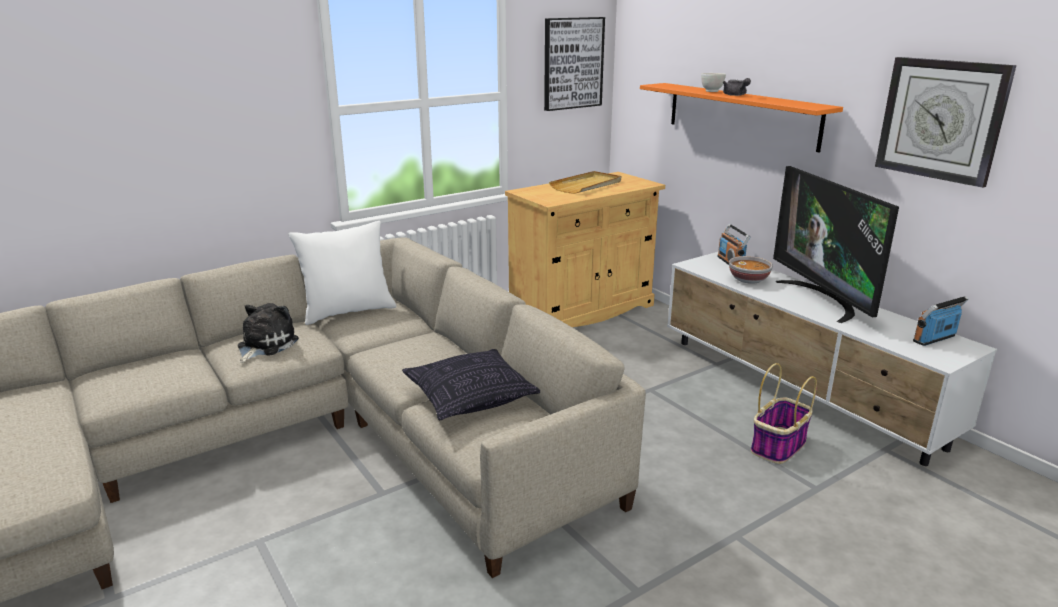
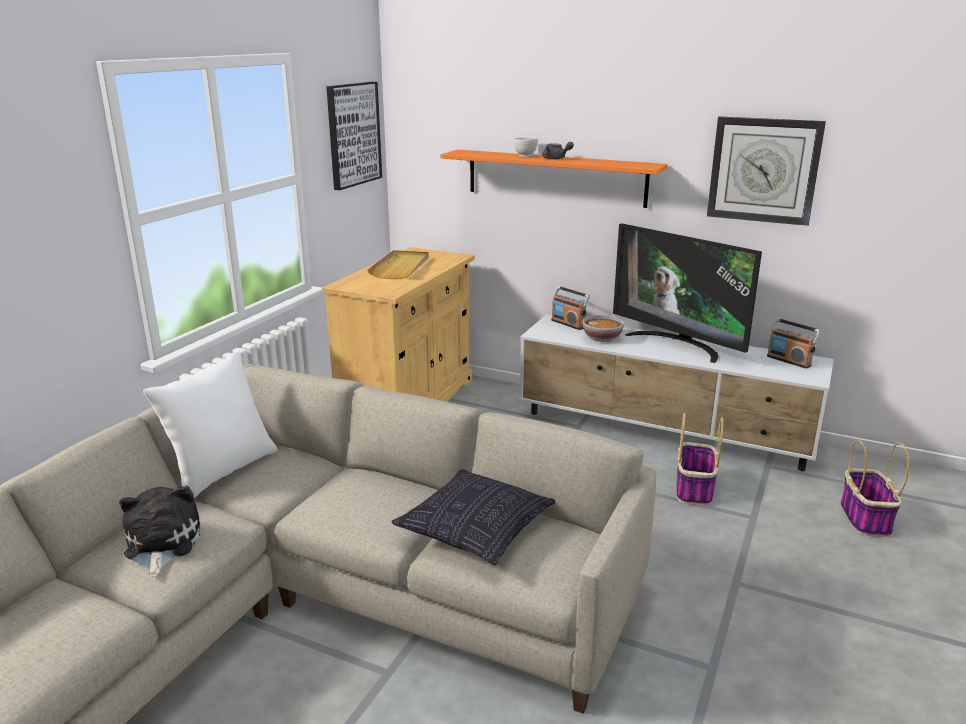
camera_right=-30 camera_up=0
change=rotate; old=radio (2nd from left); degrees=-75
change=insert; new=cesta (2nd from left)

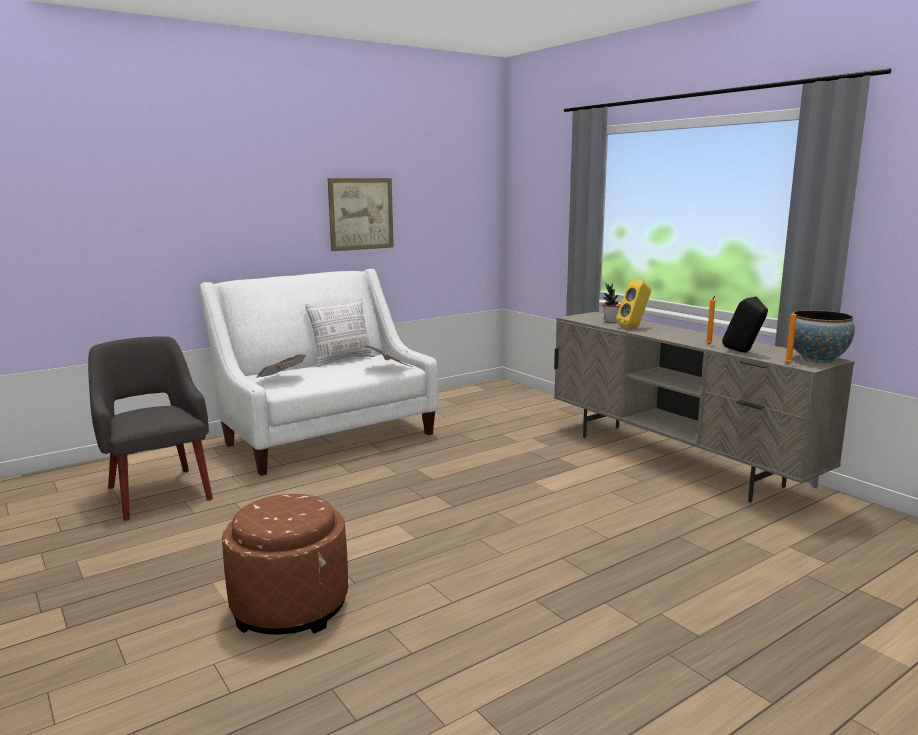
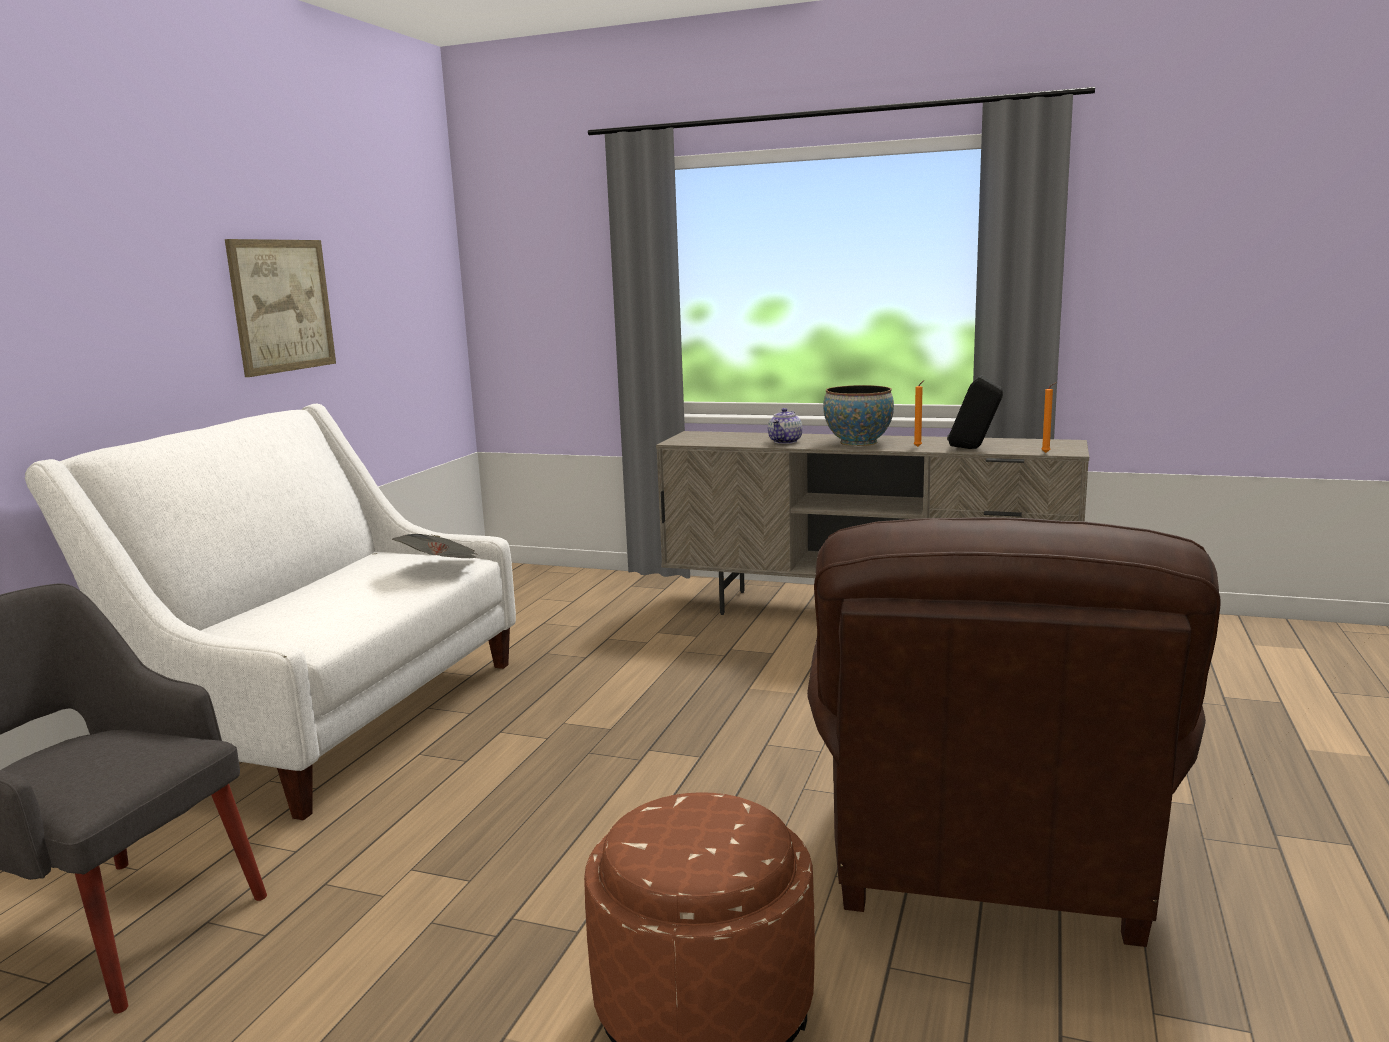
camera_right=-35 camera_up=0
change=replace; old=altavoz [amarillo]; new=tetera
change=insert; new=sillón [marrón]
change=move; old=cuenco
change=delete; old=periódico (1st from left)
change=delete; old=cojín
change=delete; old=planta en maceta

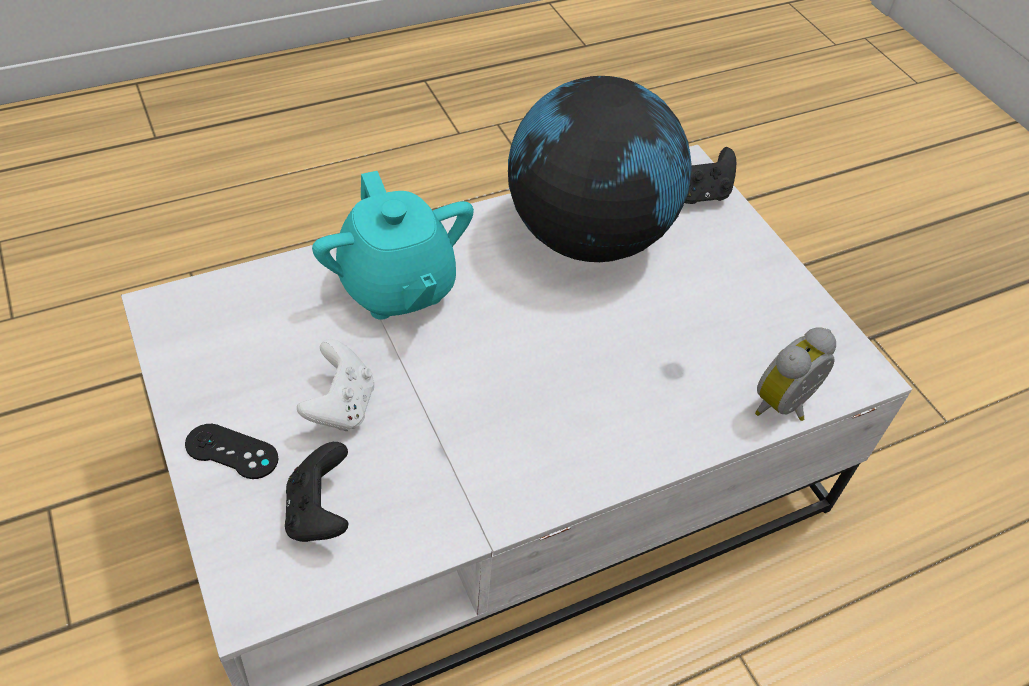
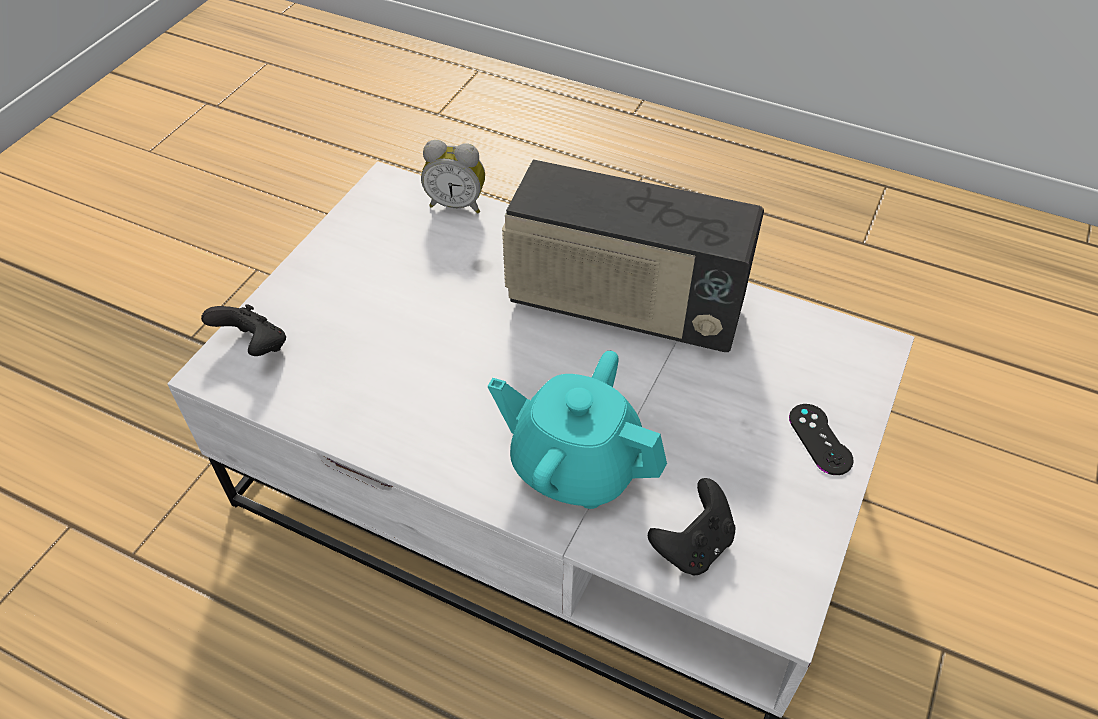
camera_right=-125 camera_up=0
change=rotate; old=tetera [turquesa]; degrees=-90
change=insert; new=radio
change=move; old=mando de consola [negro] (2nd from left)
change=delete; old=mando de consola [blanco]
change=delete; old=globo terráqueo

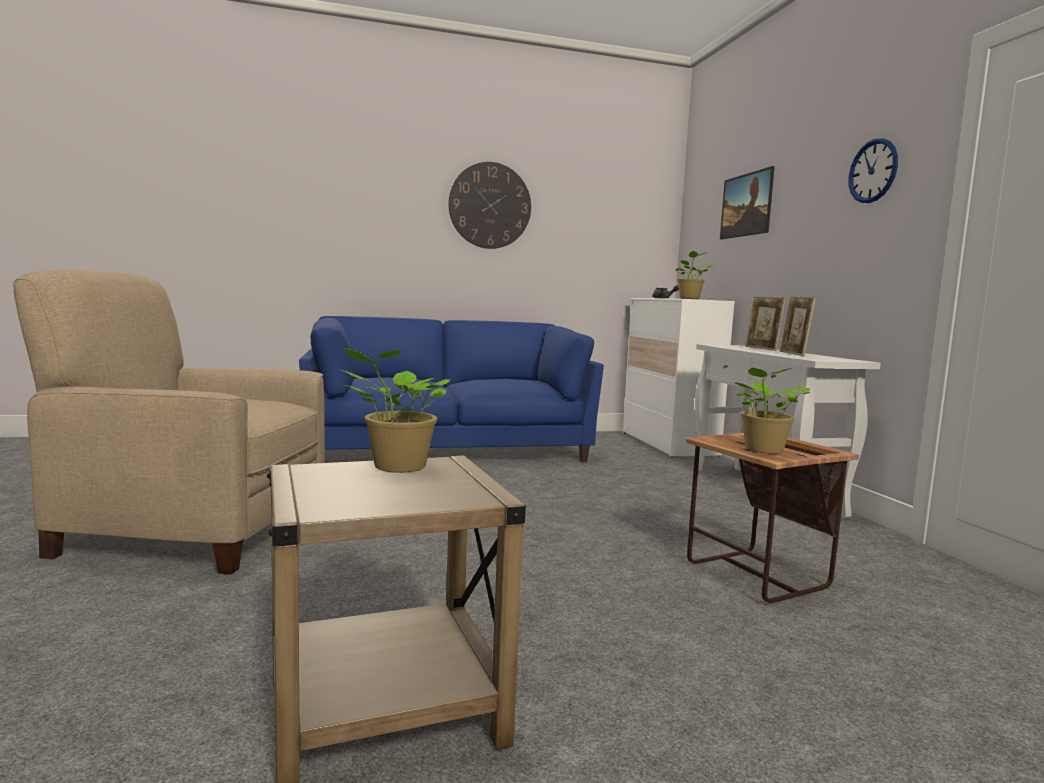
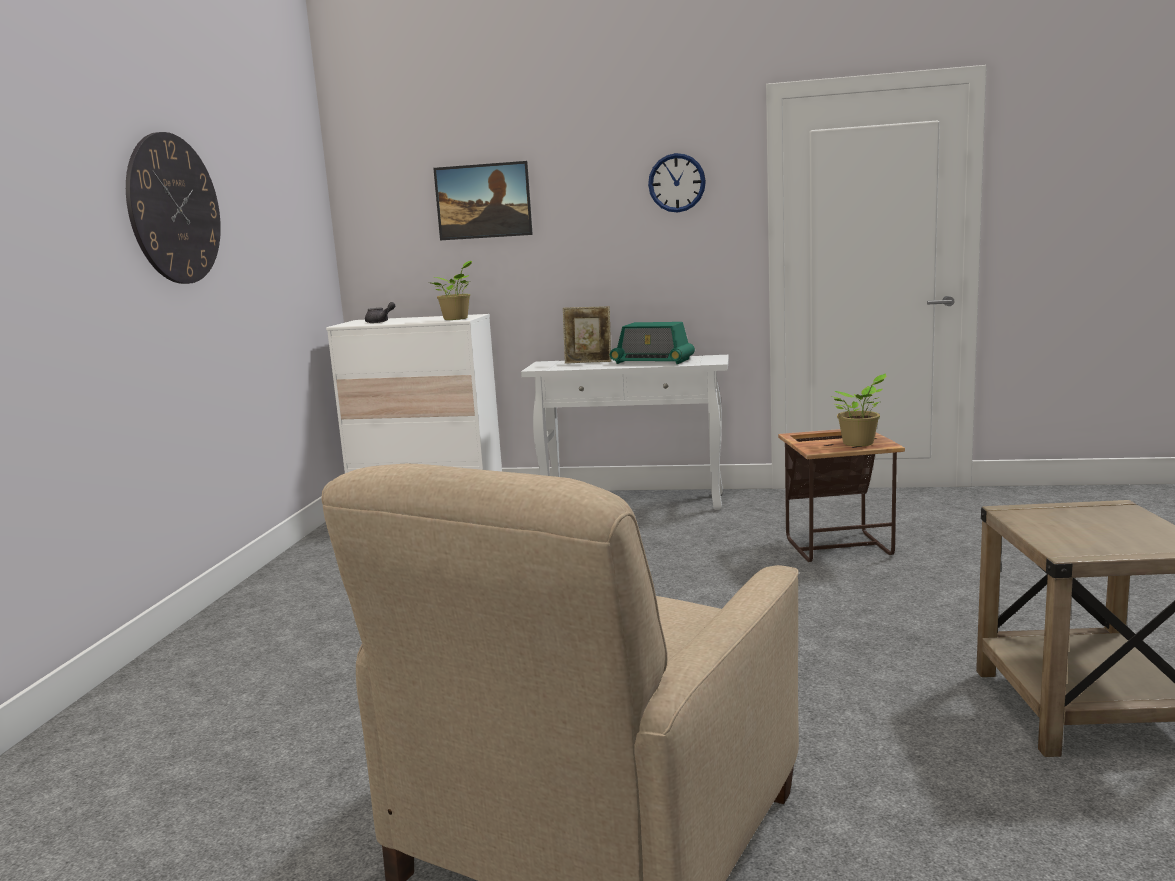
camera_right=-65 camera_up=5
change=replace; old=portarretratos (2nd from left); new=radio
change=delete; old=sofá [azul]
change=delete; old=planta en maceta (1st from left)

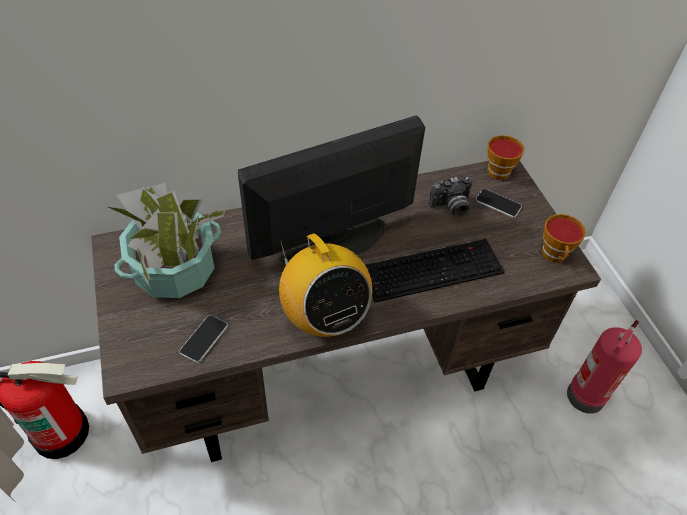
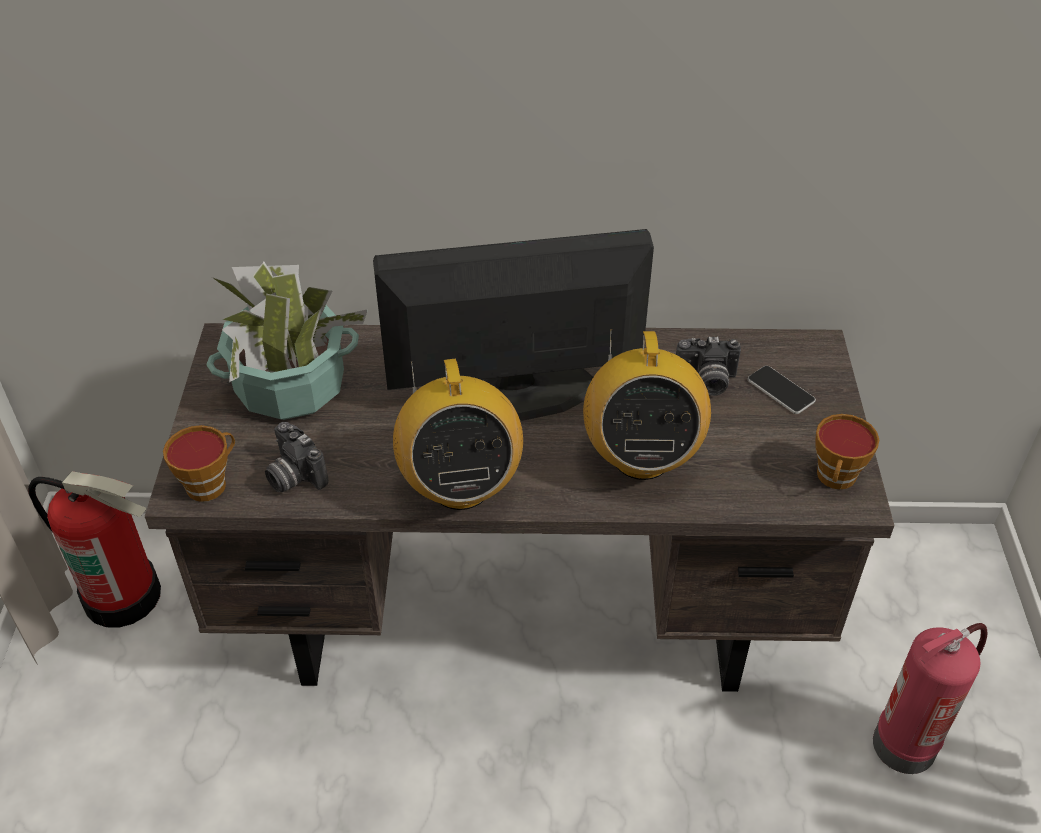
camera_right=20 camera_up=-5
change=move; old=taza (1st from left)
change=replace; old=móvil (1st from left); new=cámara (1st from left)
change=replace; old=teclado; new=radio (2nd from left)

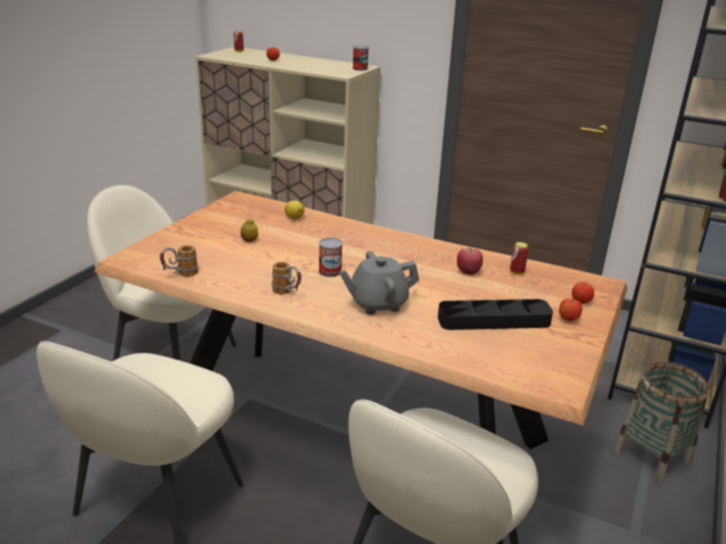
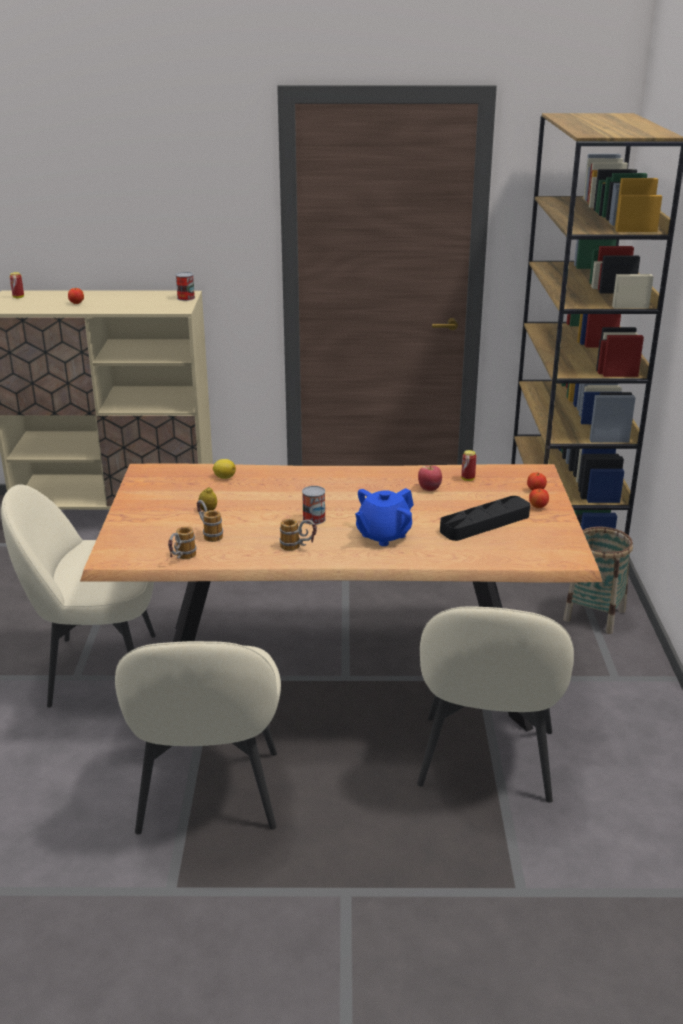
camera_right=-25 camera_up=0
change=insert; new=taza grande (2nd from left)
change=recolor; old=tetera [gris]; new=tetera [azul]

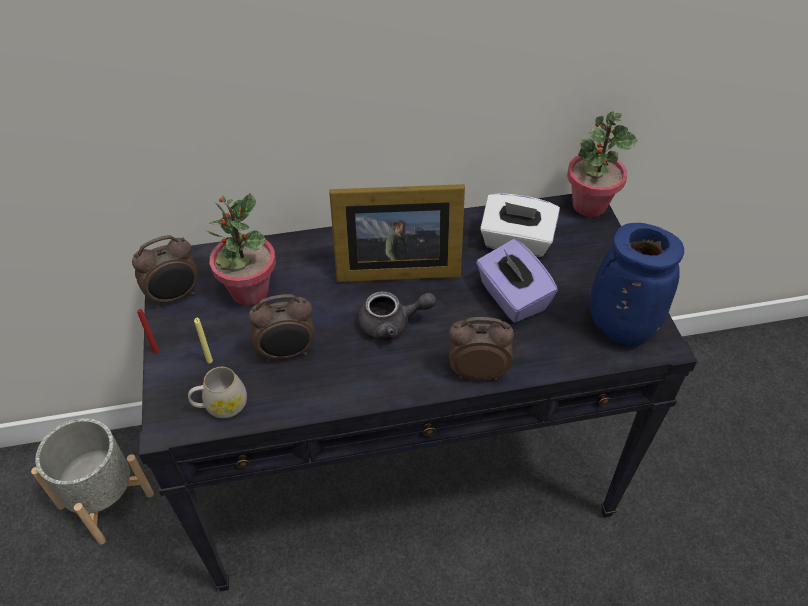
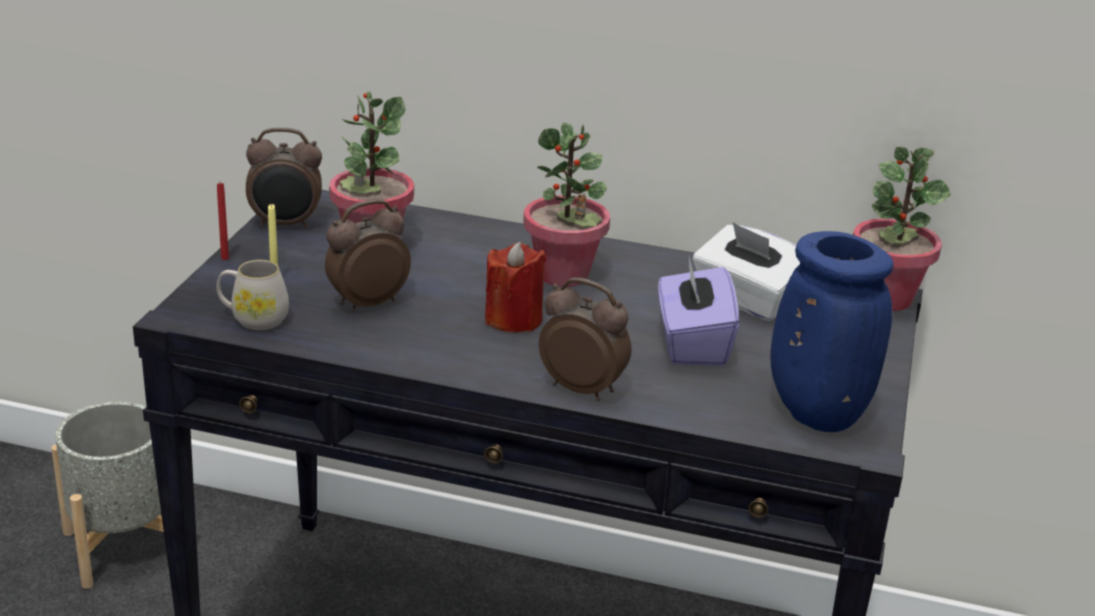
camera_right=25 camera_up=-20
change=rotate; old=despertador (2nd from left); degrees=135
change=replace; old=tetera [gris]; new=vela [rojo] (2nd from left)
change=replace; old=portarretratos; new=planta en maceta (2nd from left)

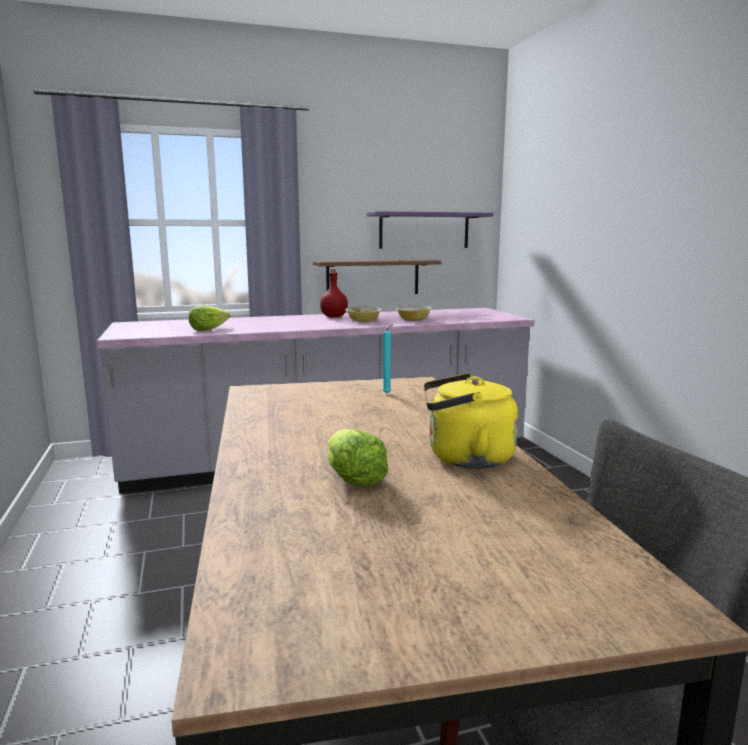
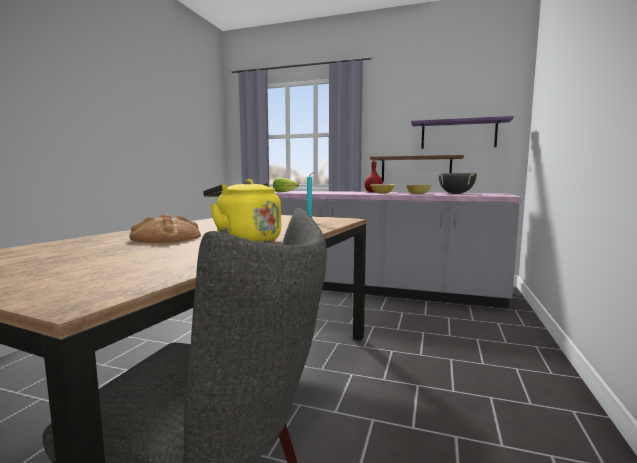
camera_right=35 camera_up=-5
change=replace; old=lechuga (2nd from left); new=pan
change=insert; new=olla [negro]

